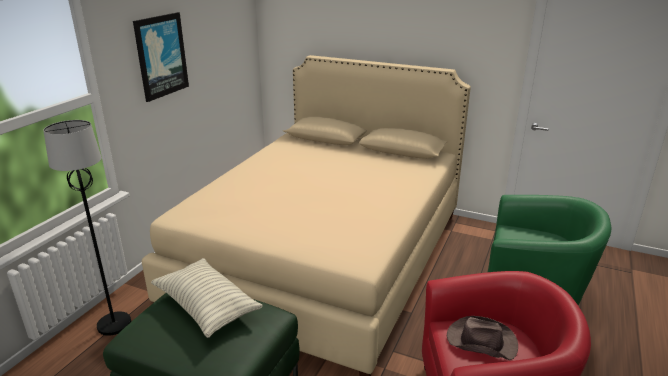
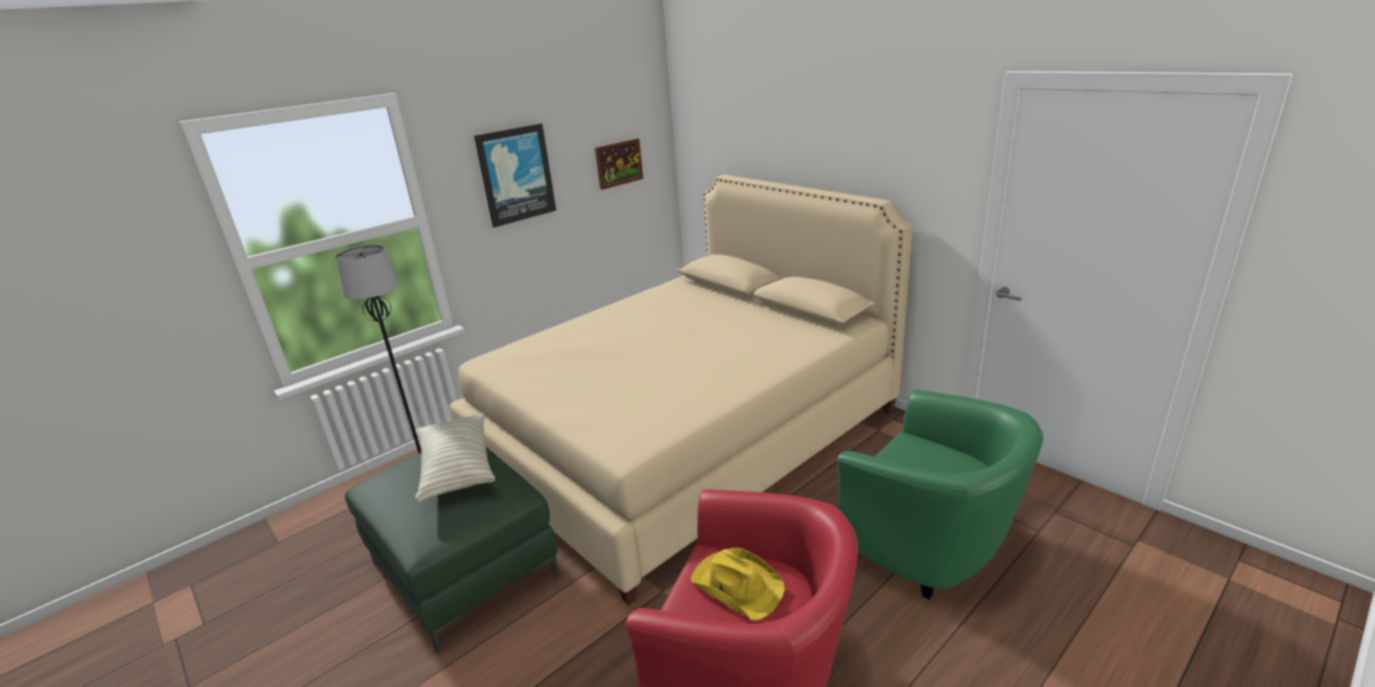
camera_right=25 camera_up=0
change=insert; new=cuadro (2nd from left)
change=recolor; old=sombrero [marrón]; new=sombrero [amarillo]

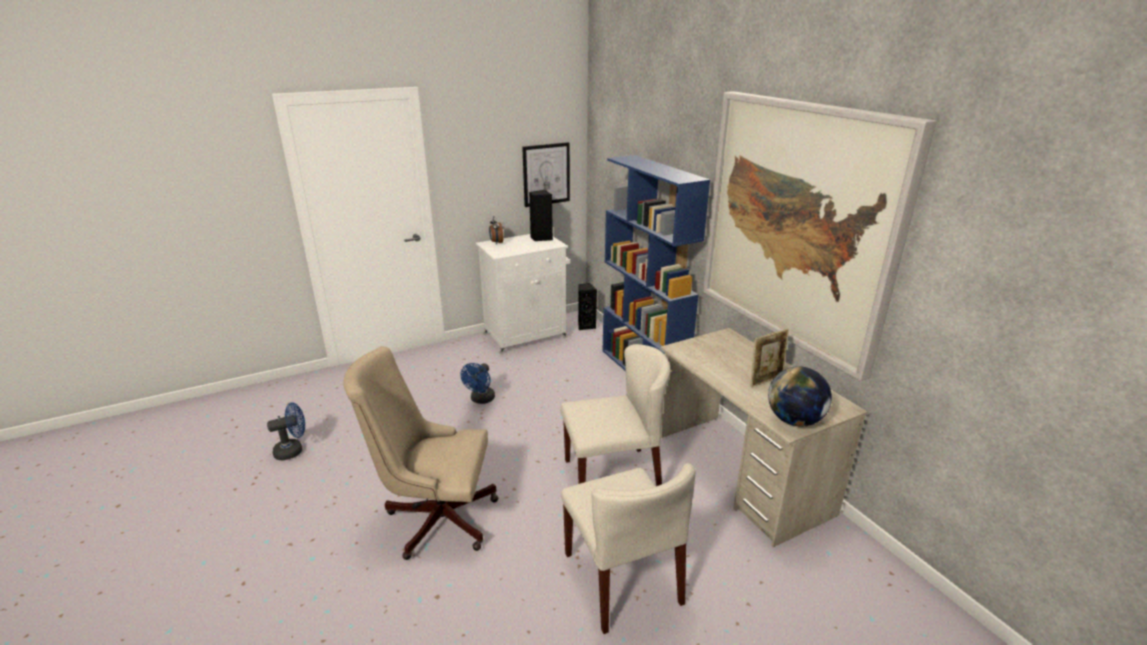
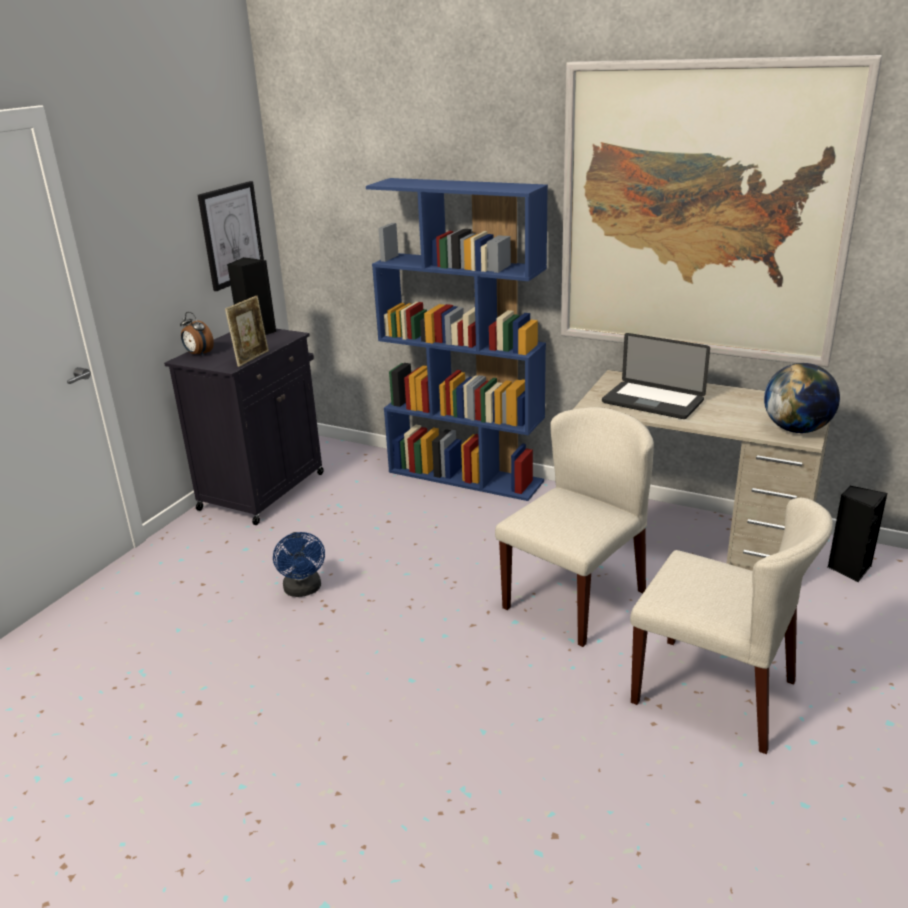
camera_right=-35 camera_up=0
change=recolor; old=armario [blanco]; new=armario [negro]
change=move; old=portarretratos
change=insert; new=portátil
change=move; old=altavoz [negro] (2nd from left)
change=delete; old=ventilador [azul] (1st from left)
change=delete; old=silla de oficina [beis]

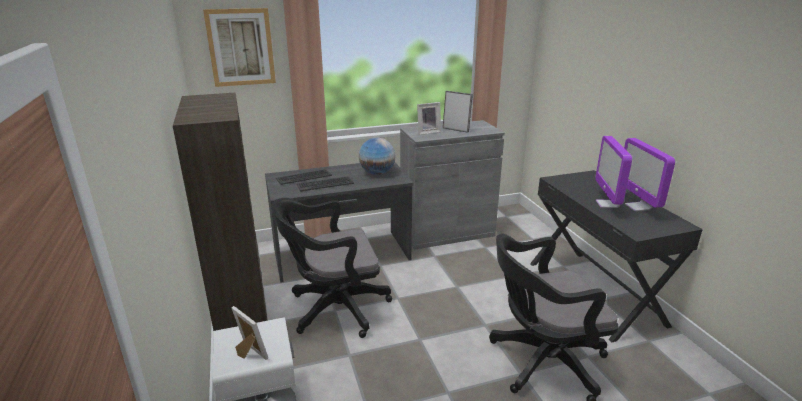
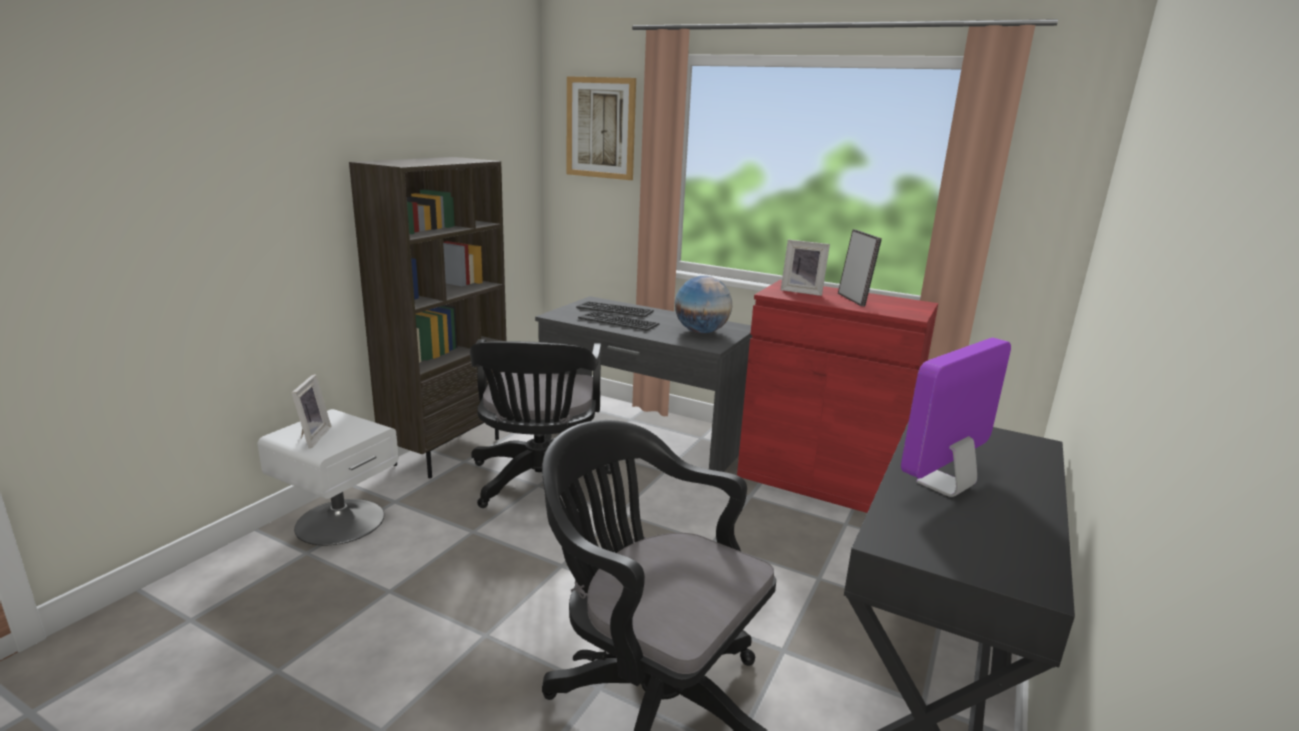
camera_right=45 camera_up=-5
change=rotate; old=silla de oficina [negro] (1st from left); degrees=-120
change=recolor; old=armario [gris]; new=armario [rojo]
change=delete; old=monitor (2nd from left)

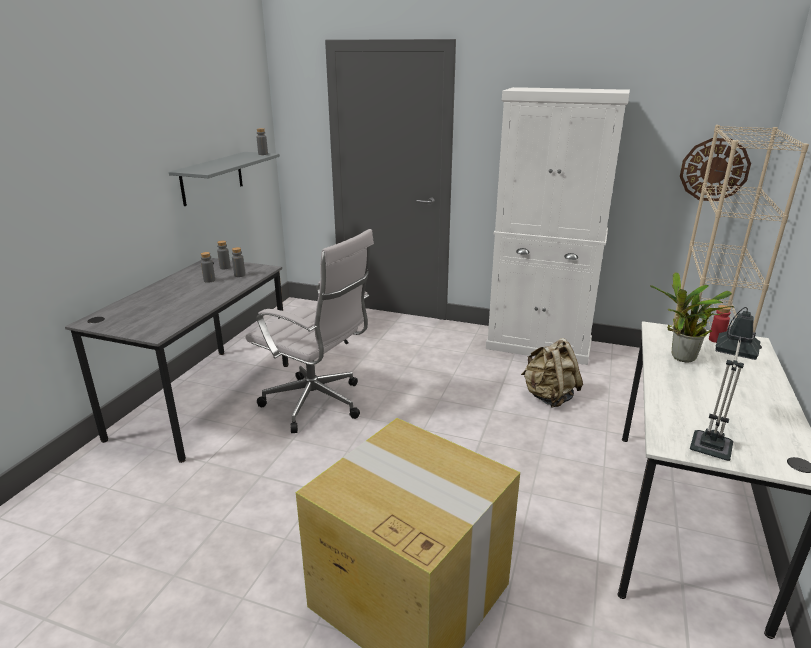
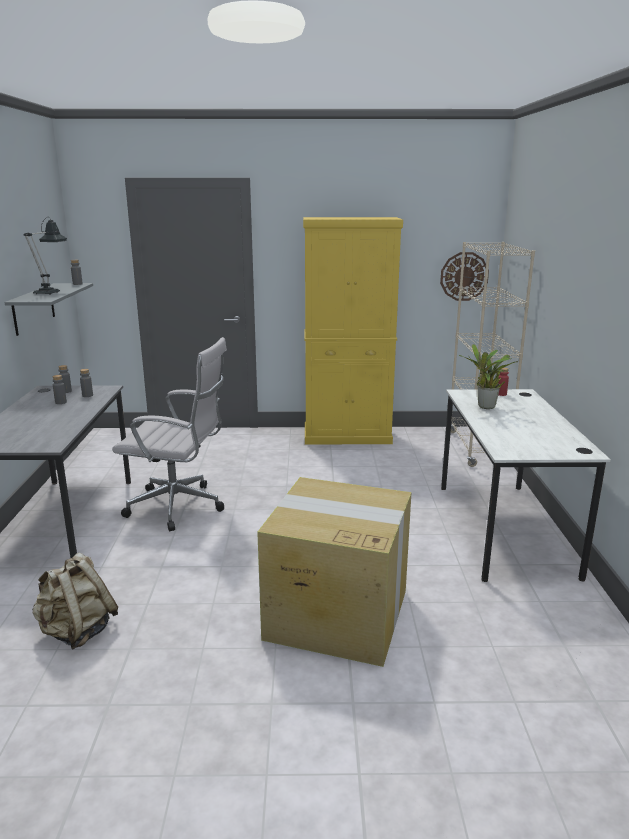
camera_right=-20 camera_up=-5
change=move; old=lámpara de mesa
change=move; old=mochila [beis]
change=recolor; old=armario [blanco]; new=armario [amarillo]

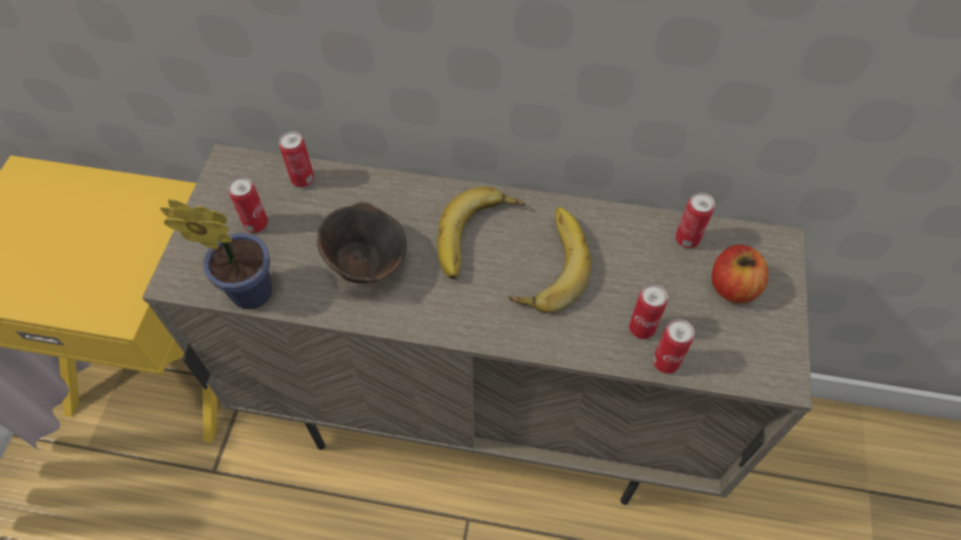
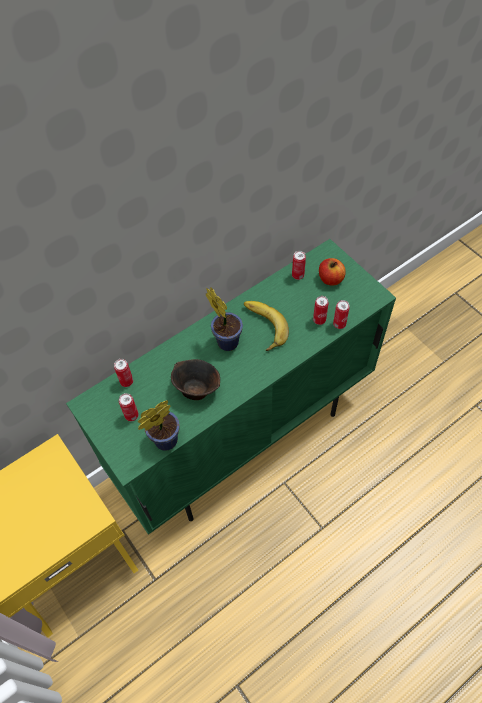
camera_right=-45 camera_up=0
change=recolor; old=armario [beis]; new=armario [verde]
change=replace; old=plátano (1st from left); new=planta en maceta (2nd from left)

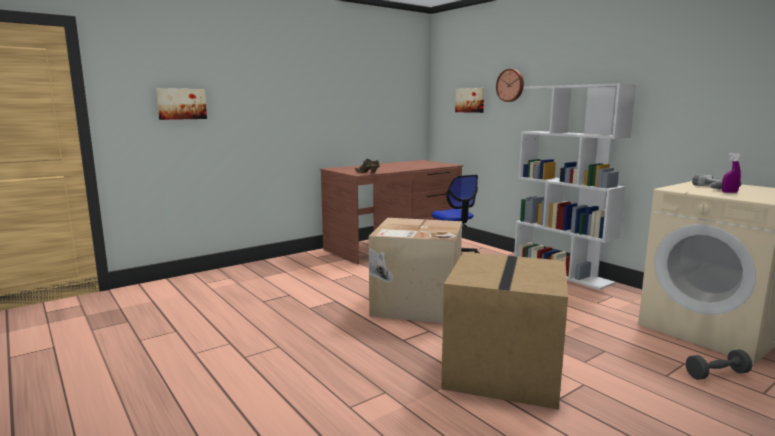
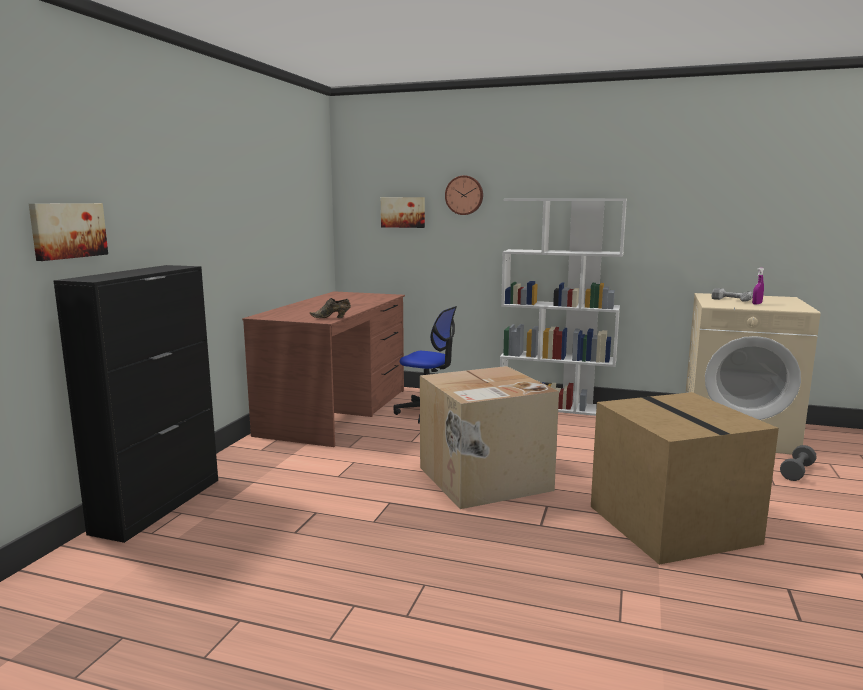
camera_right=-35 camera_up=0
change=insert; new=armario [negro]

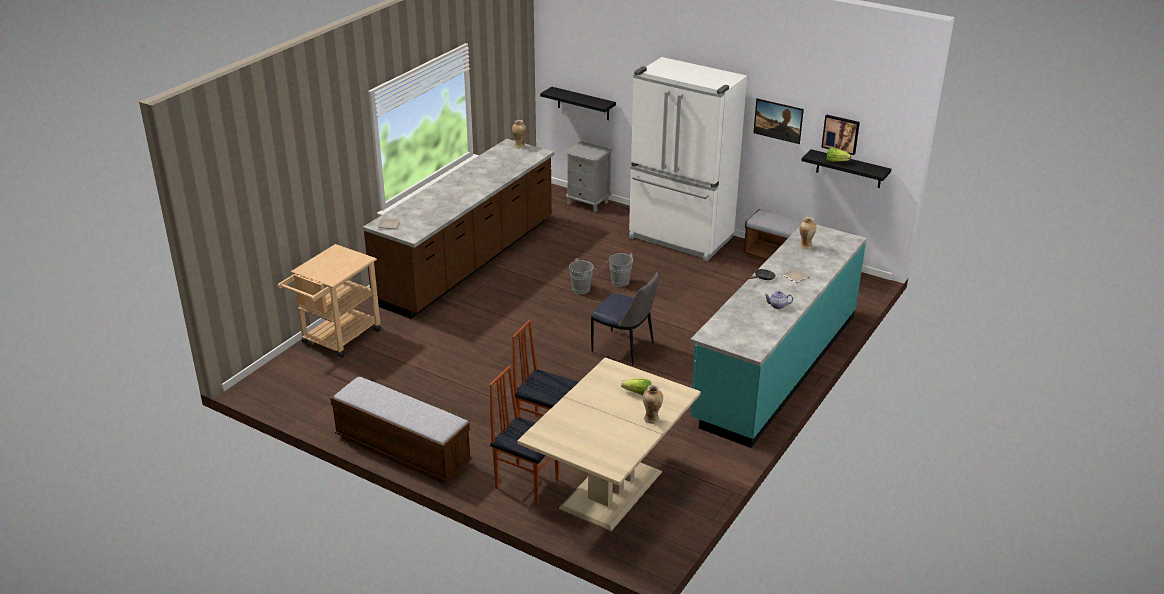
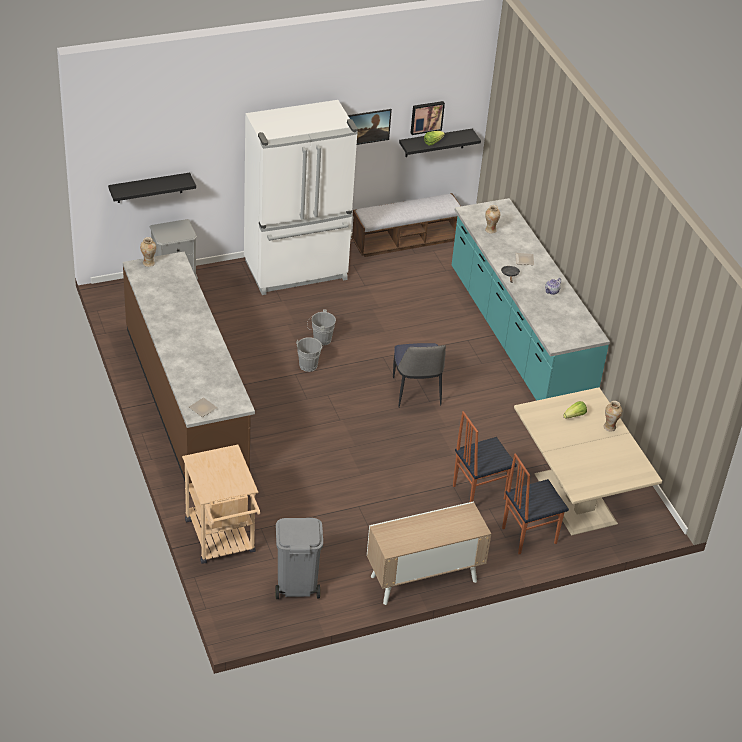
camera_right=-55 camera_up=10
change=insert; new=papelera [gris]
change=replace; old=banco (1st from left); new=armario
change=rotate; old=silla (3rd from left in the first image); degrees=105

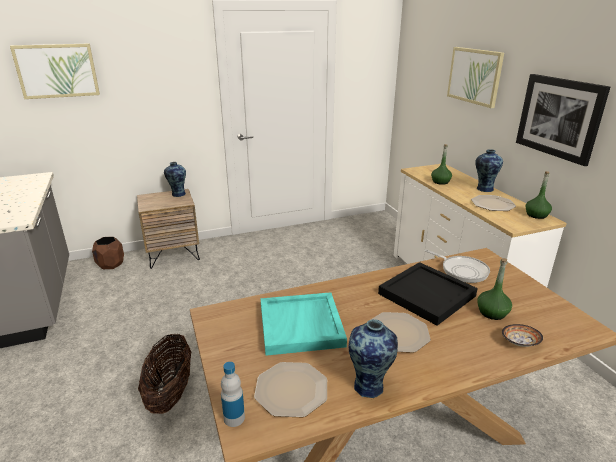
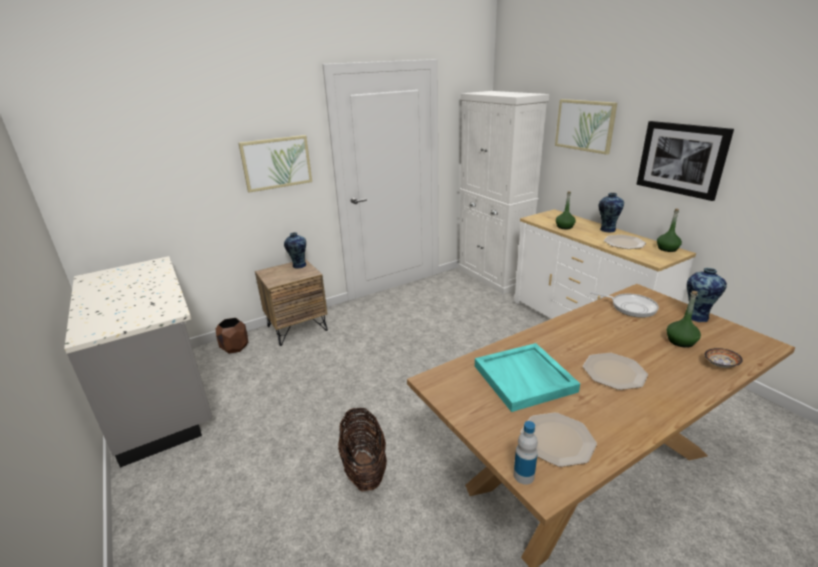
camera_right=-10 camera_up=0
change=move; old=cuadro (1st from left)
change=insert; new=armario [blanco]
change=move; old=florero (2nd from left in the first image); new=florero (3rd from left)
change=delete; old=bandeja [negro]

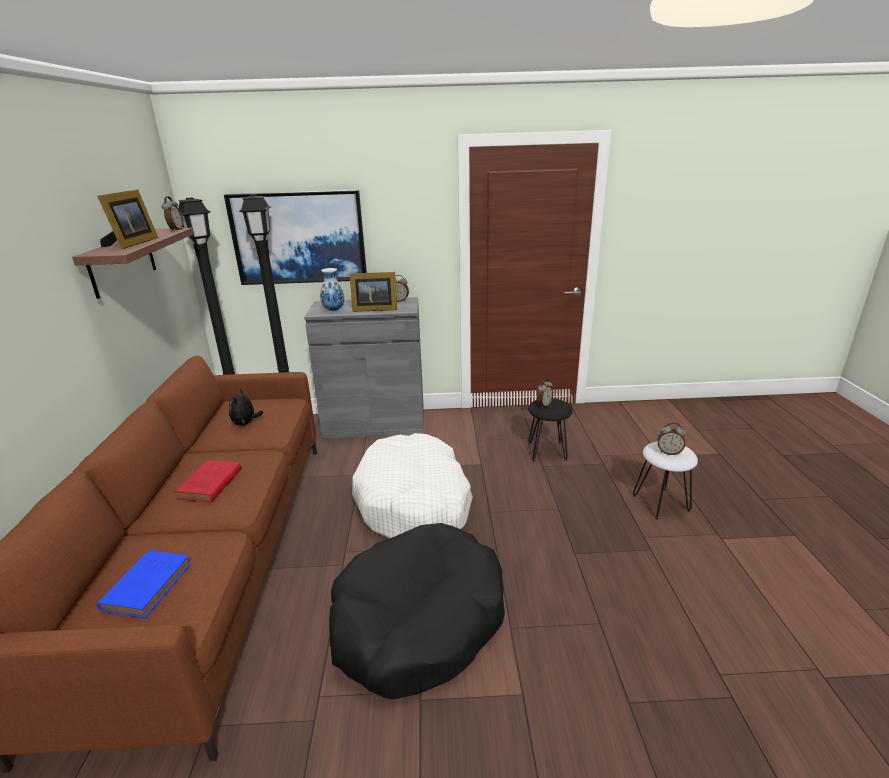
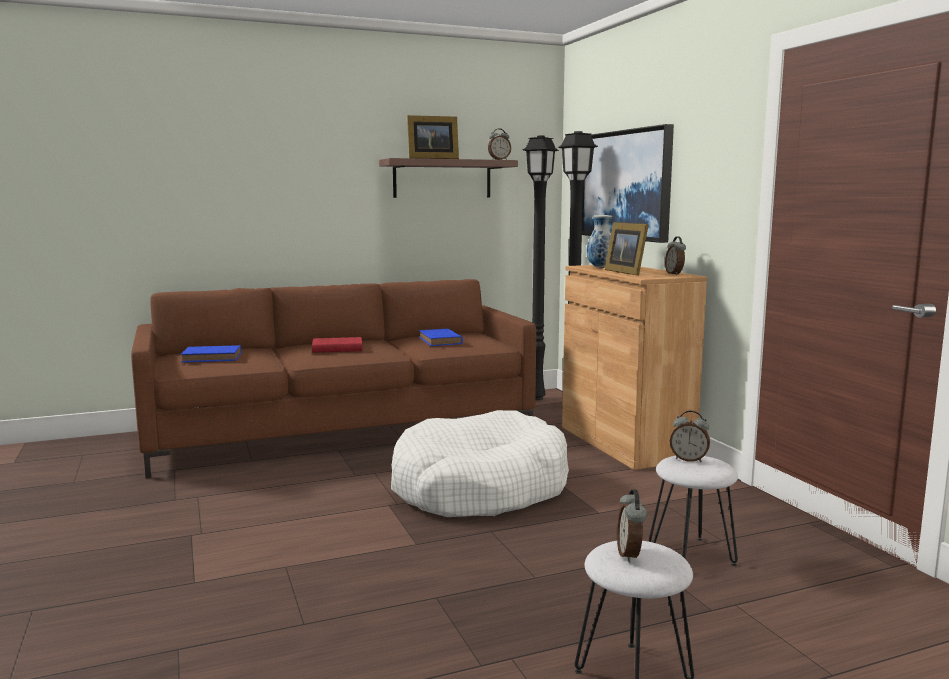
camera_right=70 camera_up=-15
change=replace; old=peluche; new=libro [azul] (2nd from left)
change=recolor; old=armario [gris]; new=armario [marrón]
change=recolor; old=taburete [negro]; new=taburete [blanco] (2nd from left)
change=delete; old=cama para perro [negro]

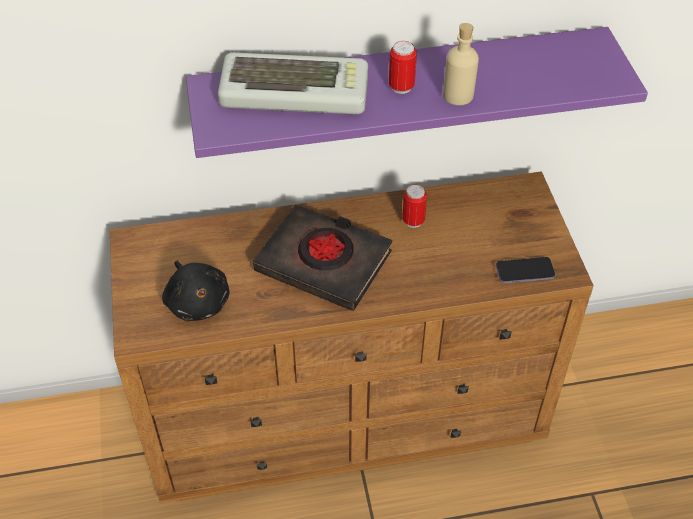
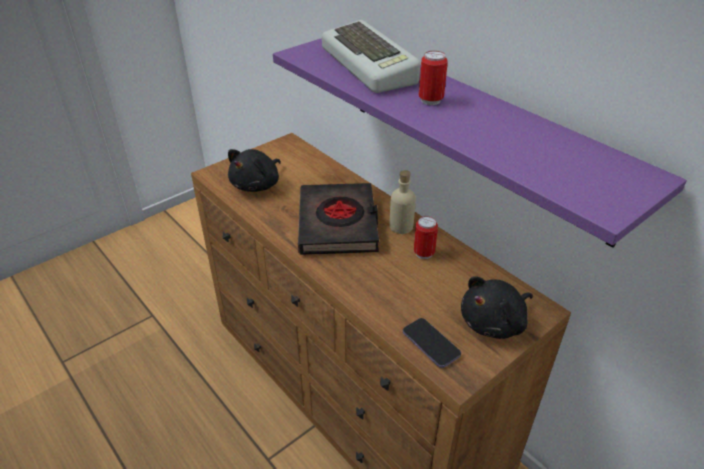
camera_right=60 camera_up=-10
change=move; old=botella [beis]
change=insert; new=peluche [negro] (2nd from left)

